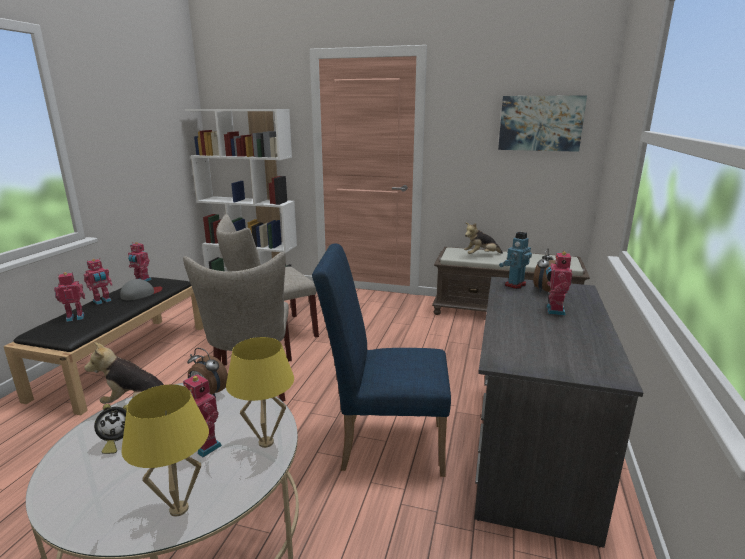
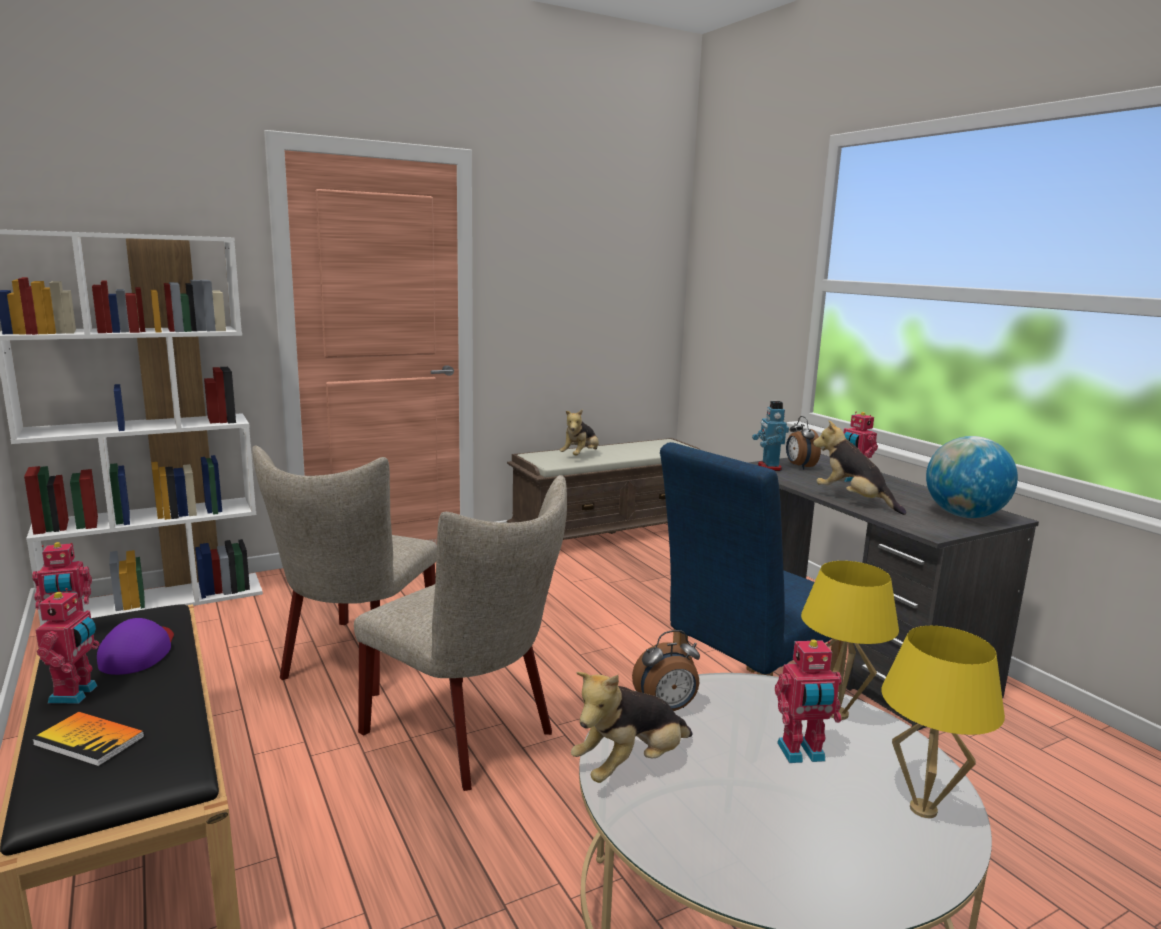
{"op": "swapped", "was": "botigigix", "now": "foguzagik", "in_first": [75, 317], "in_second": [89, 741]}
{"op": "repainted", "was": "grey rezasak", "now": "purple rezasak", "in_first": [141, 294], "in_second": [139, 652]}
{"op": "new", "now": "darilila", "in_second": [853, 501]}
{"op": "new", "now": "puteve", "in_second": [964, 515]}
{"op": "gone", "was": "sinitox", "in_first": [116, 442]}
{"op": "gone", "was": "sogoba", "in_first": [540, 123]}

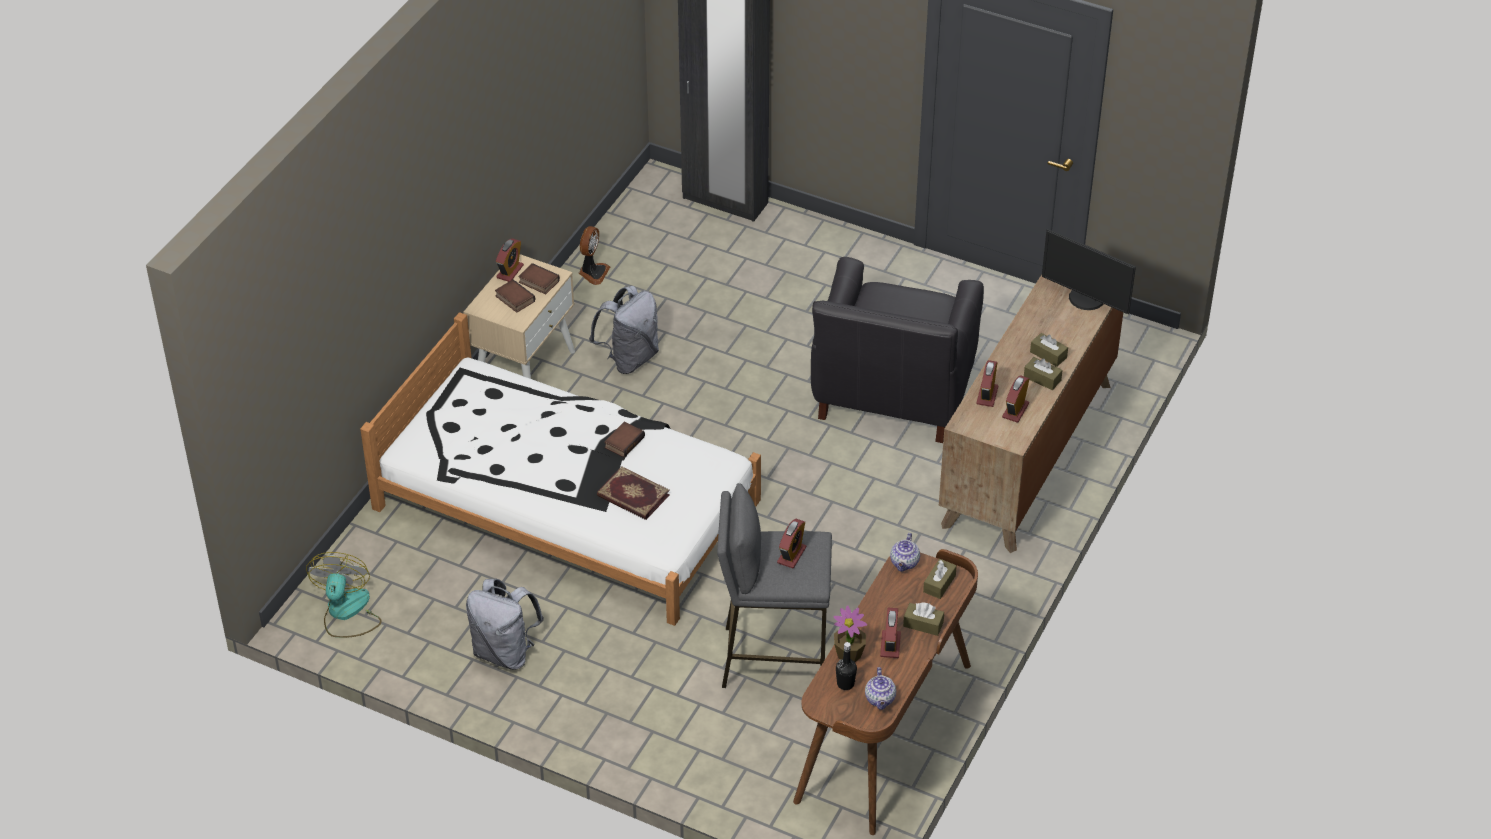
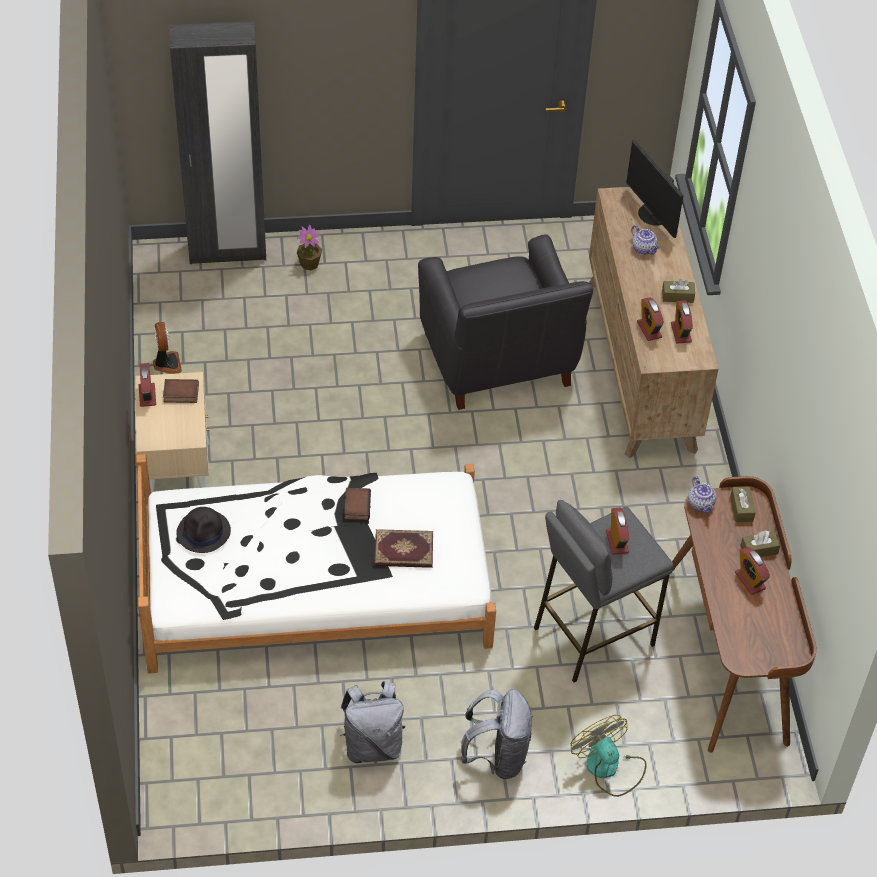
{"op": "new", "now": "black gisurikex", "in_second": [204, 532]}
{"op": "shifted", "was": "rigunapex", "in_first": [849, 654], "in_second": [309, 263]}
{"op": "shifted", "was": "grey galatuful", "in_first": [629, 358], "in_second": [497, 756]}
{"op": "shifted", "was": "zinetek", "in_first": [346, 613], "in_second": [608, 768]}
{"op": "rotated", "was": "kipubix", "in_first": [1086, 299], "in_second": [652, 214], "clockwise": 60}
{"op": "shifted", "was": "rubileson", "in_first": [880, 699], "in_second": [644, 249]}
{"op": "gone", "was": "foguzagik", "in_first": [514, 299]}
{"op": "gone", "was": "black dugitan", "in_first": [845, 684]}
{"op": "gone", "was": "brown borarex", "in_first": [1048, 355]}

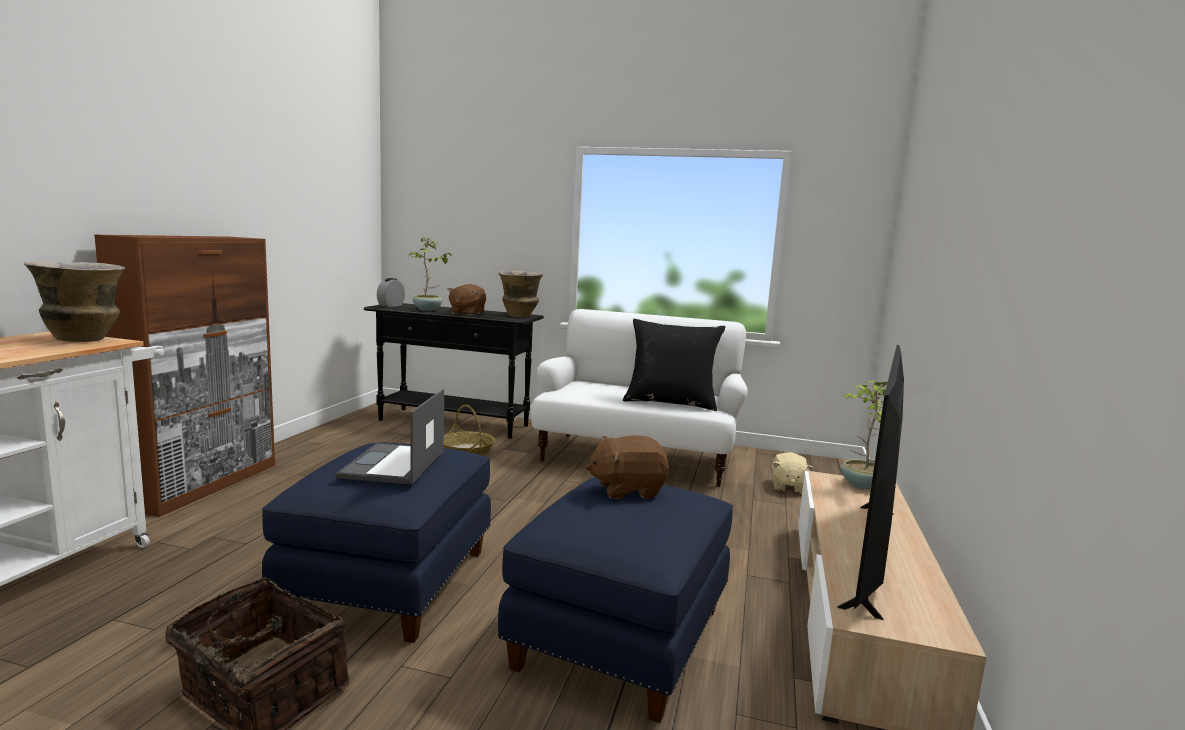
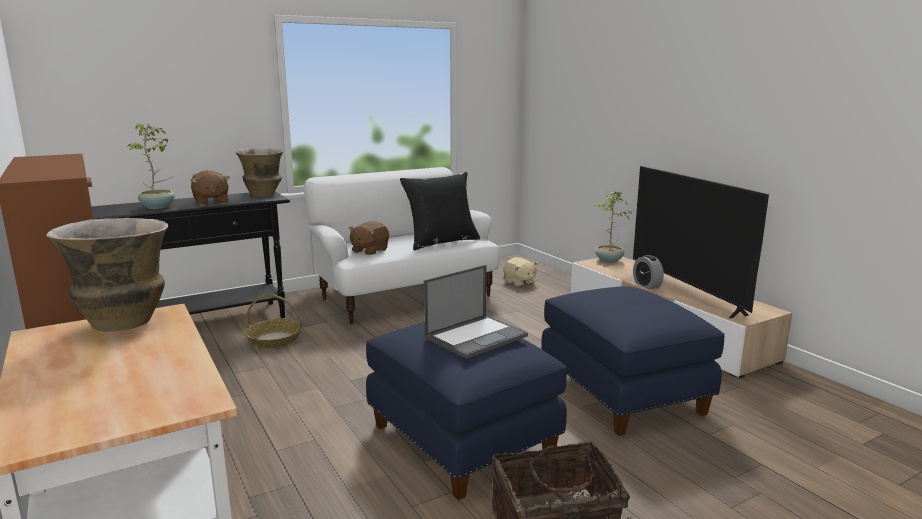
{"op": "shifted", "was": "brown darilila", "in_first": [627, 490], "in_second": [369, 251]}
{"op": "rotated", "was": "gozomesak", "in_first": [393, 465], "in_second": [476, 336], "clockwise": -90}
{"op": "shifted", "was": "sinitox", "in_first": [391, 305], "in_second": [646, 285]}

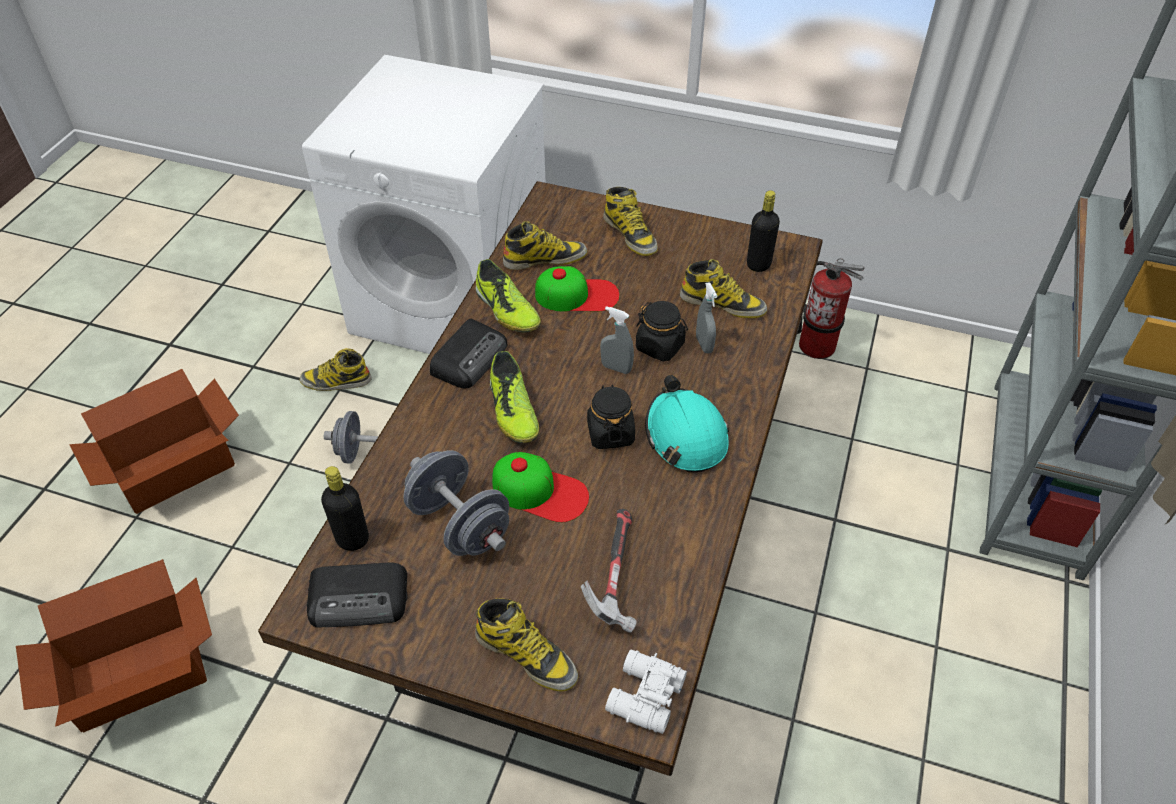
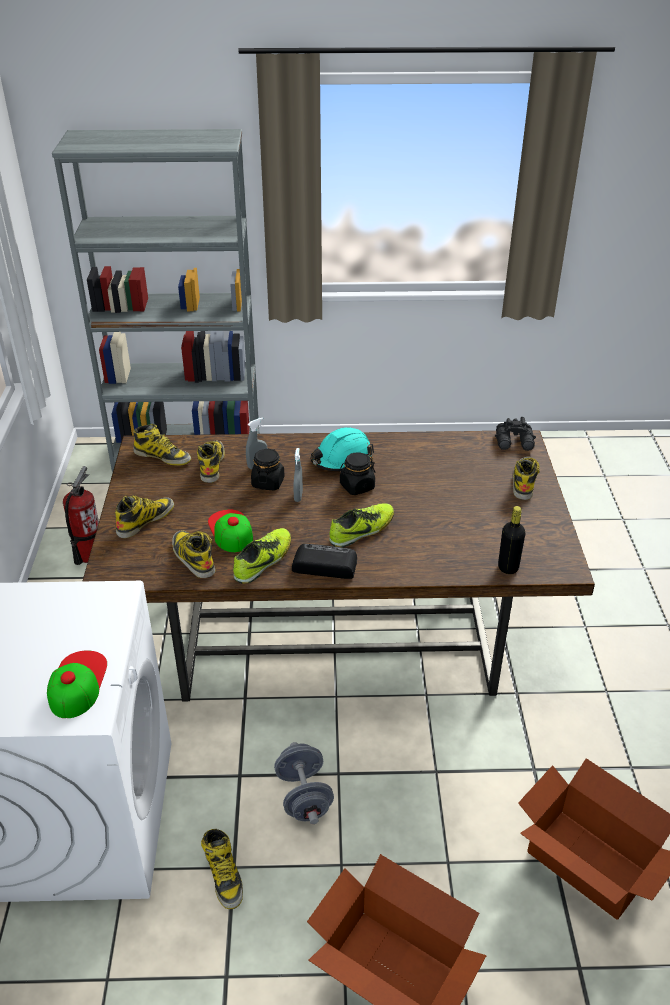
{"op": "shifted", "was": "rezasak", "in_first": [540, 491], "in_second": [77, 683]}
{"op": "swapped", "was": "black dugitan", "now": "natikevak", "in_first": [758, 264], "in_second": [163, 456]}
{"op": "repainted", "was": "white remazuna", "now": "black remazuna", "in_first": [643, 697], "in_second": [515, 442]}
{"op": "gone", "was": "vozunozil", "in_first": [360, 599]}
{"op": "gone", "was": "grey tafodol", "in_first": [460, 524]}
{"op": "gone", "was": "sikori", "in_first": [614, 578]}

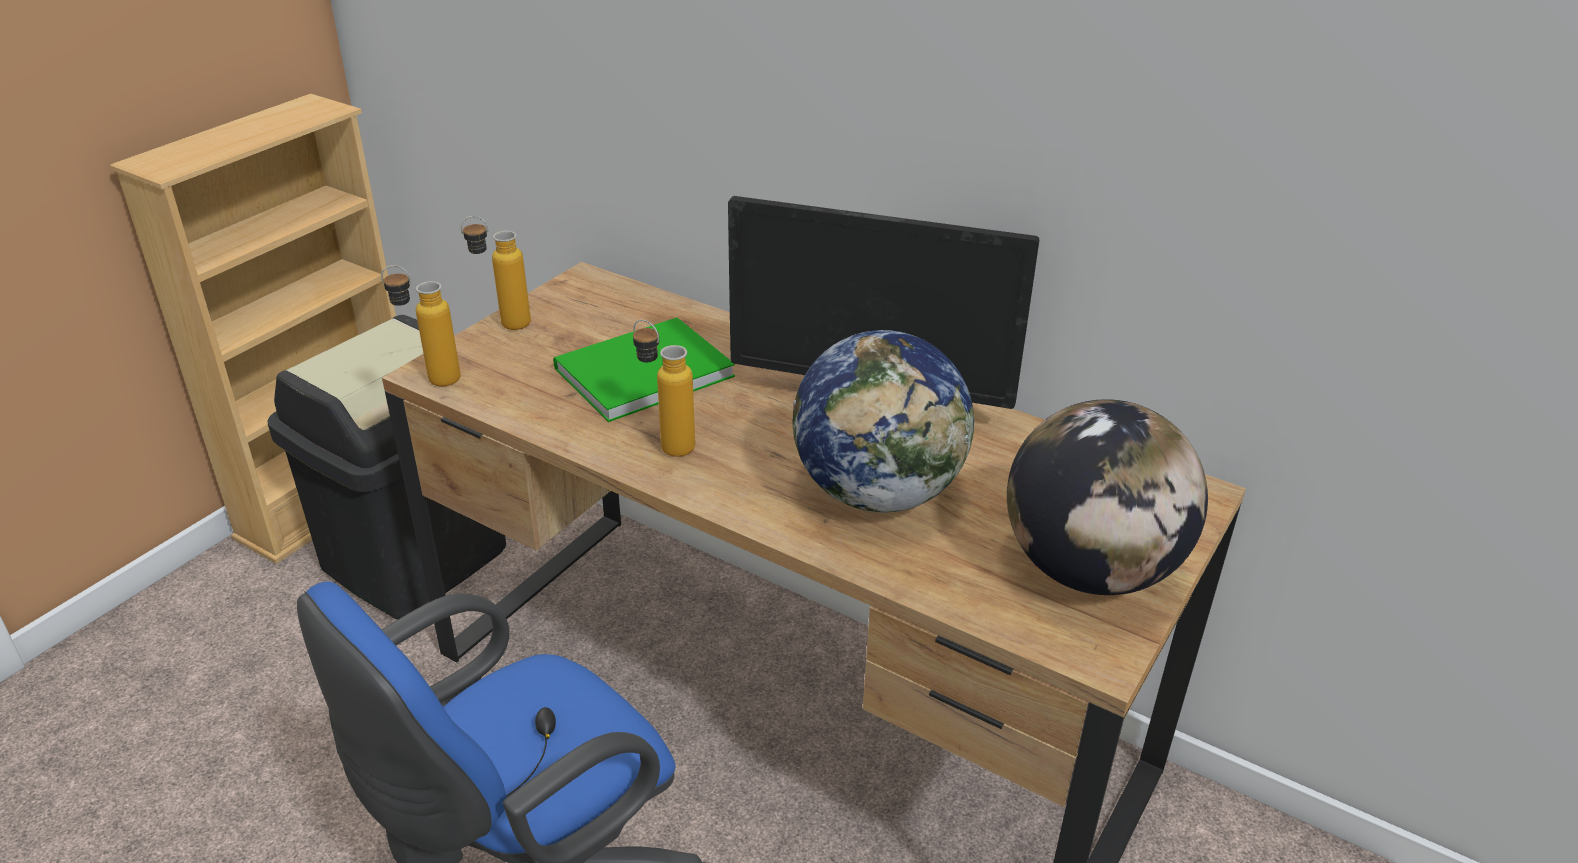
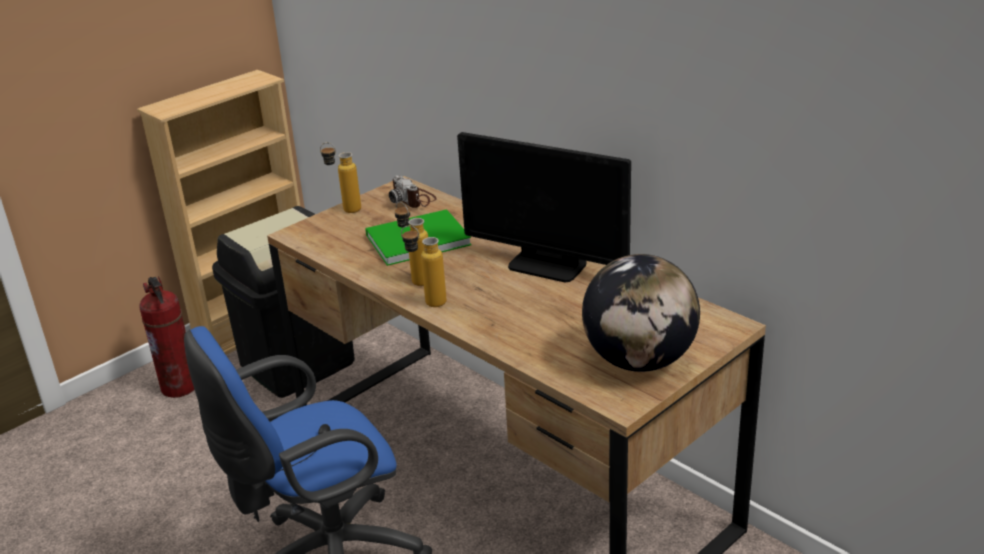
{"op": "new", "now": "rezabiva", "in_second": [180, 387]}
{"op": "new", "now": "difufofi", "in_second": [414, 199]}
{"op": "shifted", "was": "dugitan", "in_first": [431, 379], "in_second": [427, 302]}
{"op": "gone", "was": "puteve", "in_first": [879, 492]}

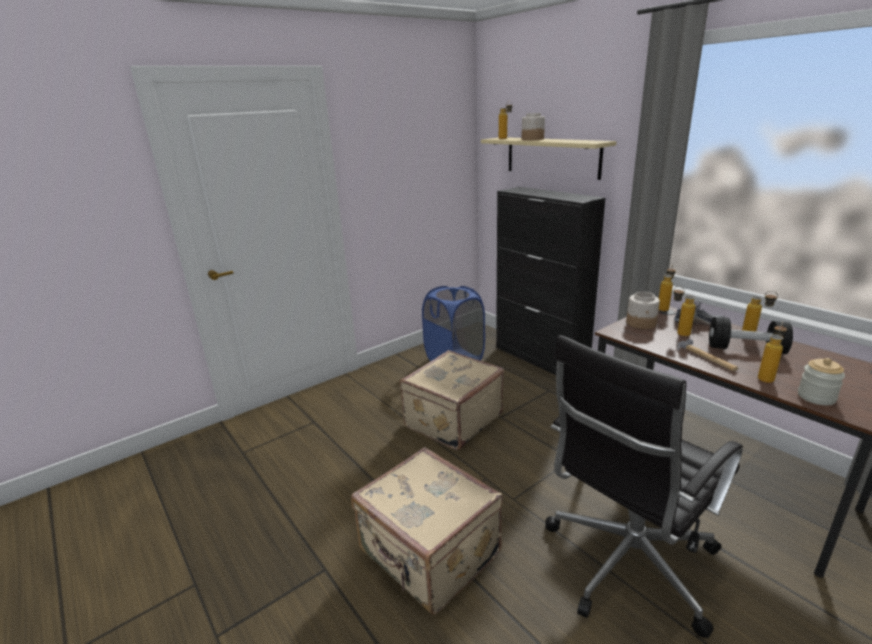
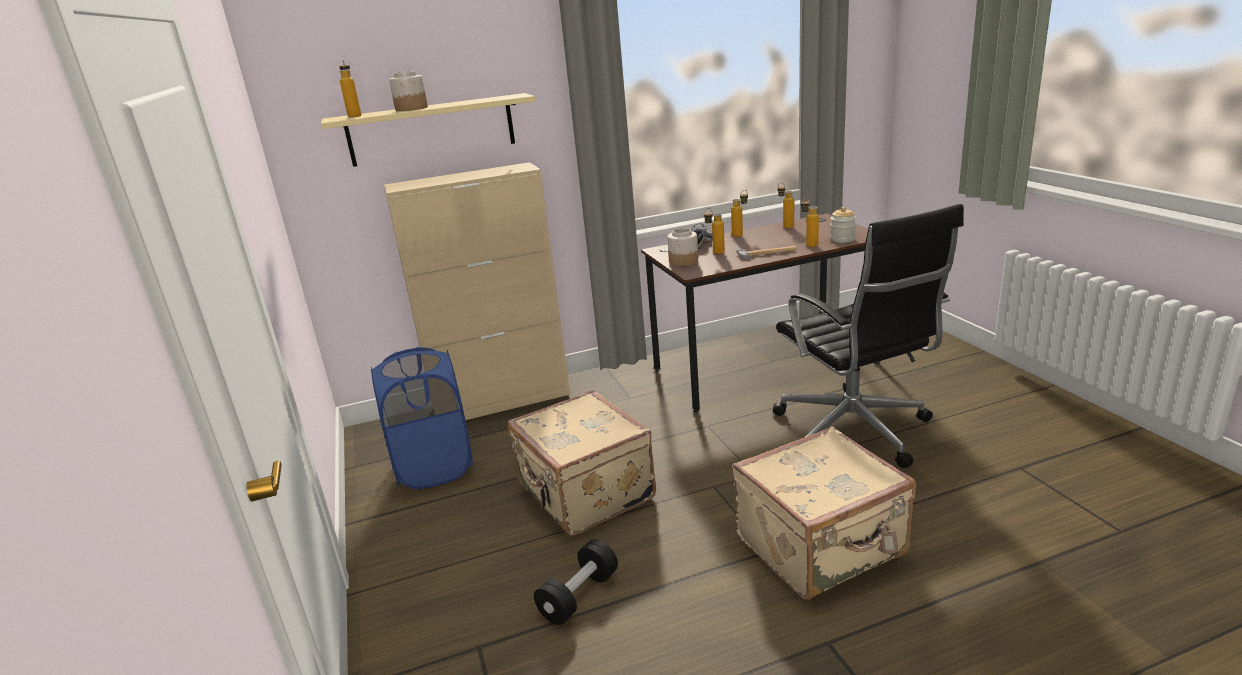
{"op": "repainted", "was": "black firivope", "now": "beige firivope", "in_first": [540, 358], "in_second": [502, 401]}
{"op": "shifted", "was": "black tafodol", "in_first": [745, 349], "in_second": [579, 596]}
{"op": "shifted", "was": "dugitan", "in_first": [664, 308], "in_second": [785, 226]}

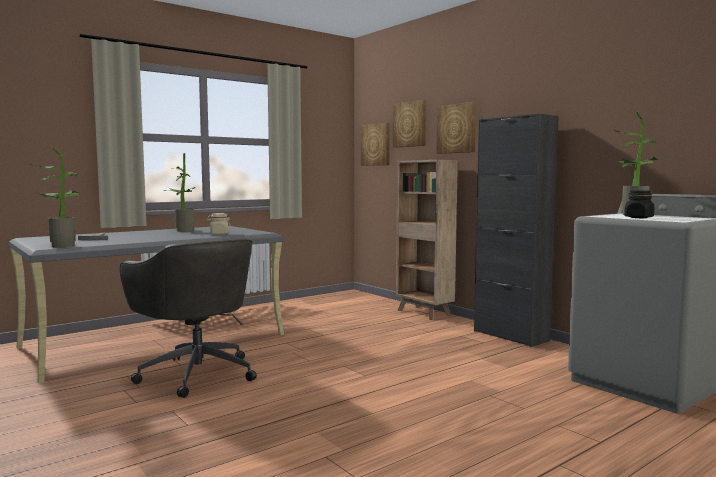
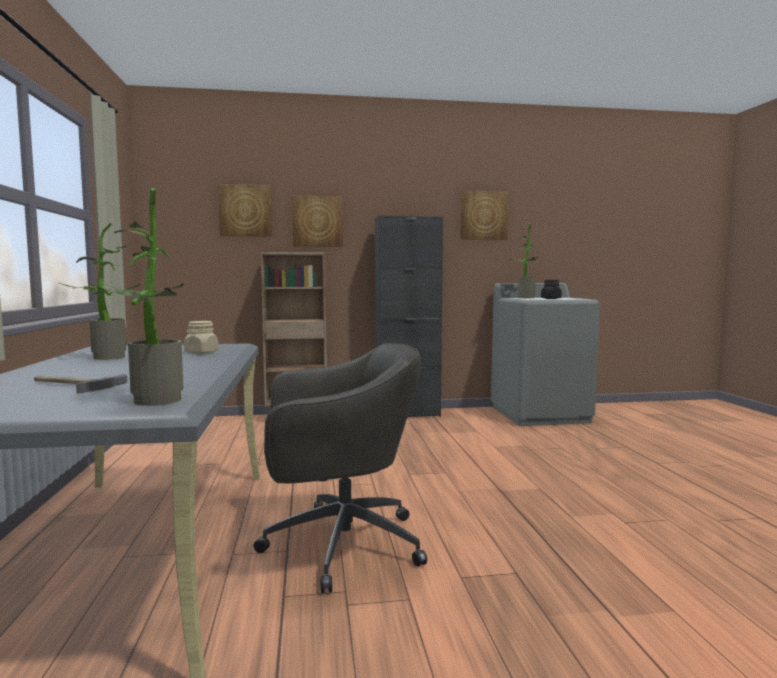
{"op": "shifted", "was": "sogoba", "in_first": [376, 145], "in_second": [483, 215]}

